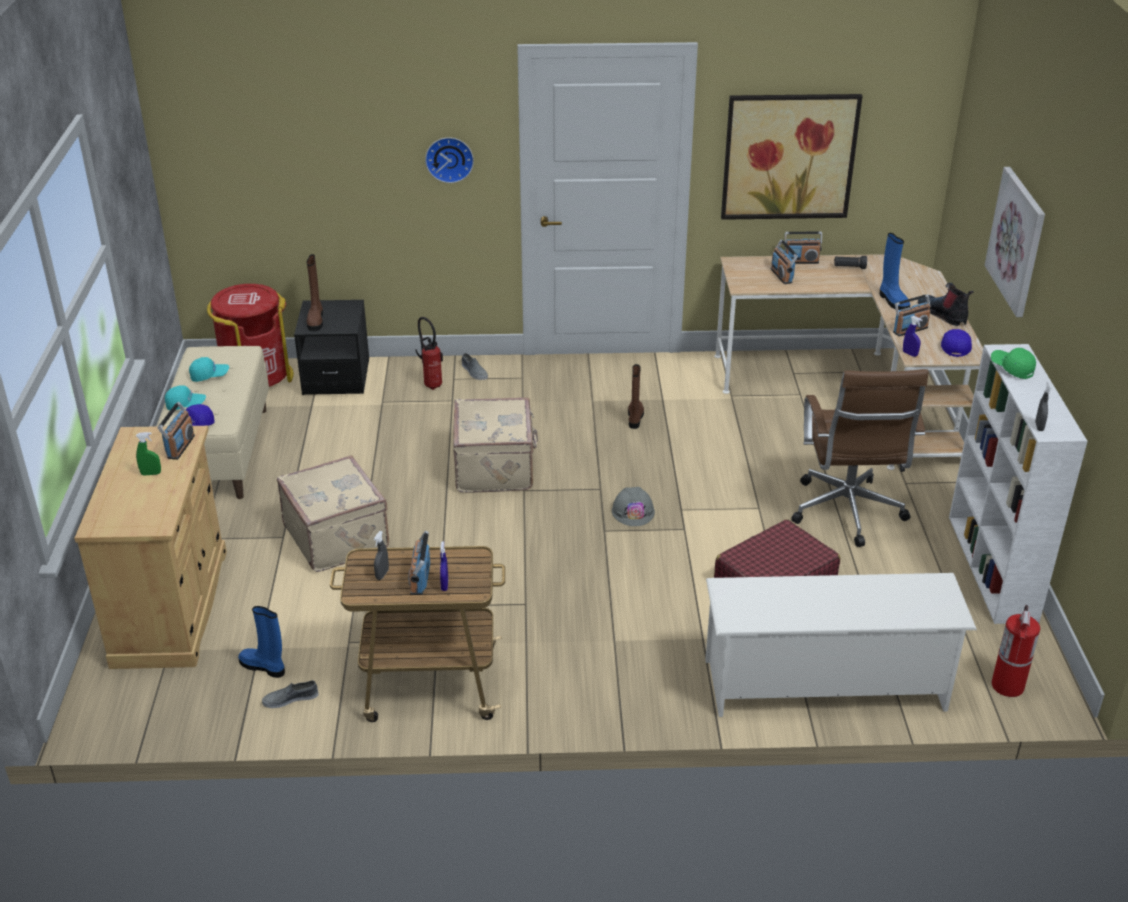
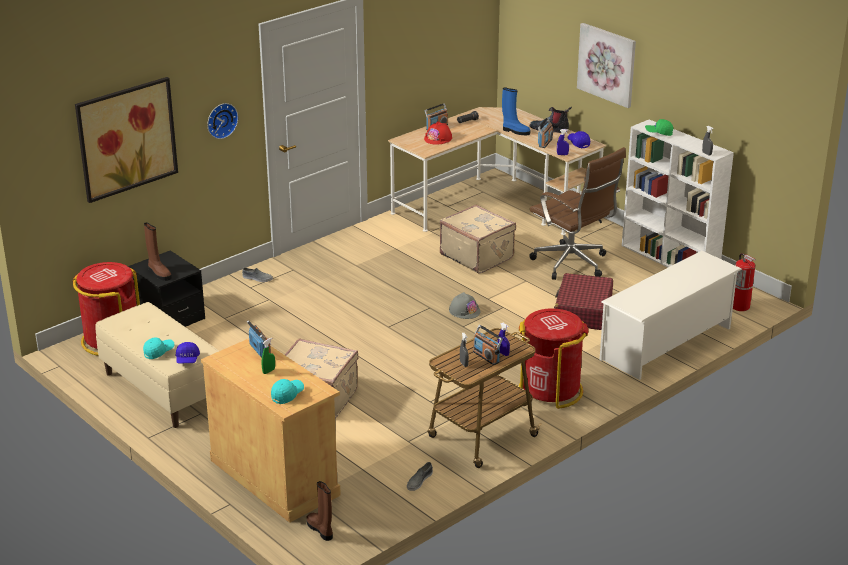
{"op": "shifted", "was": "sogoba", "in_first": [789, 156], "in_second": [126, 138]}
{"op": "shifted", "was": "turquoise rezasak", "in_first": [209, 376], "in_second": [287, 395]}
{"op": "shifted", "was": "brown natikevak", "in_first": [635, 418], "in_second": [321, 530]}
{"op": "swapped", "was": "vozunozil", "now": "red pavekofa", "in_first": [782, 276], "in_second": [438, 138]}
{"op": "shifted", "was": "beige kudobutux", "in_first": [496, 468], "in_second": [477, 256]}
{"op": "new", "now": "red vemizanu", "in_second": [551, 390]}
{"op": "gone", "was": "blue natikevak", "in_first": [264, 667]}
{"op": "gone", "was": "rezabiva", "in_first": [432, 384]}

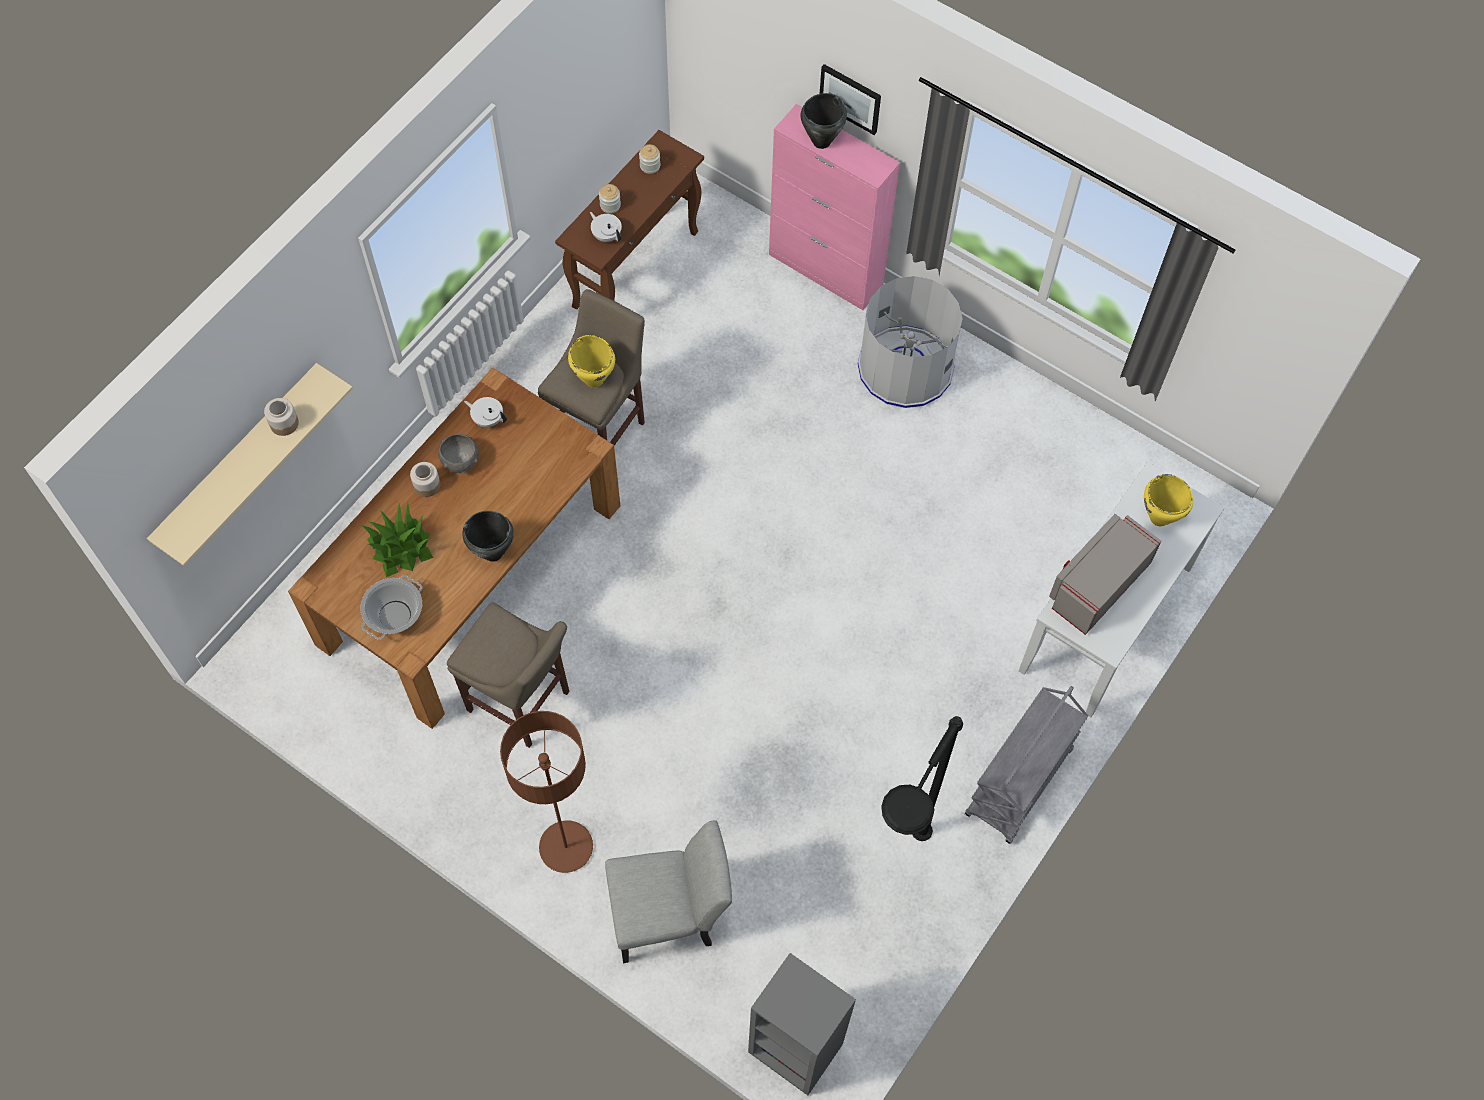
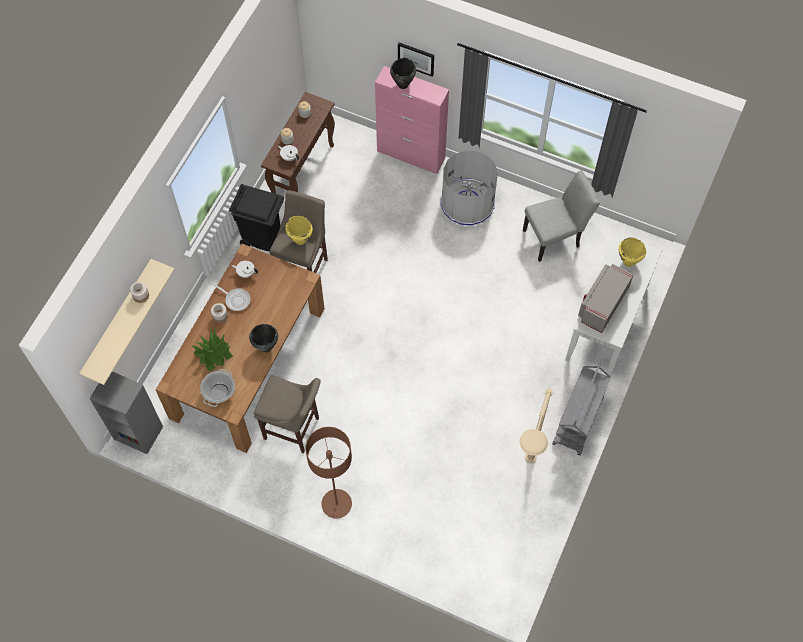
{"op": "shifted", "was": "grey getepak", "in_first": [794, 1048], "in_second": [137, 433]}
{"op": "swapped", "was": "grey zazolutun", "now": "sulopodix", "in_first": [460, 461], "in_second": [236, 299]}
{"op": "new", "now": "black vemizanu", "in_second": [262, 235]}
{"op": "repainted", "was": "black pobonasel", "now": "beige pobonasel", "in_first": [890, 887], "in_second": [520, 491]}
{"op": "shifted", "was": "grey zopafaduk", "in_first": [671, 915], "in_second": [555, 237]}

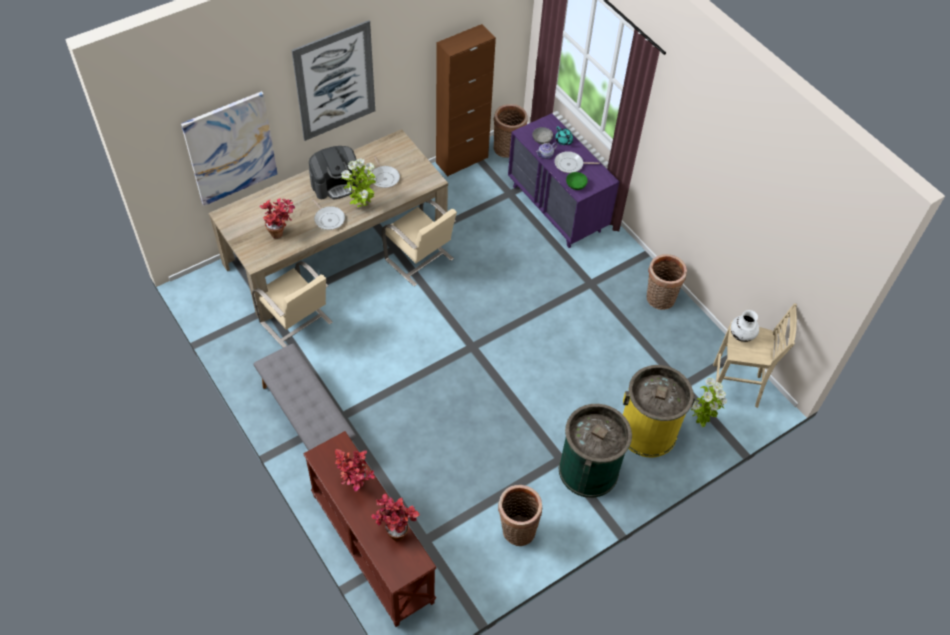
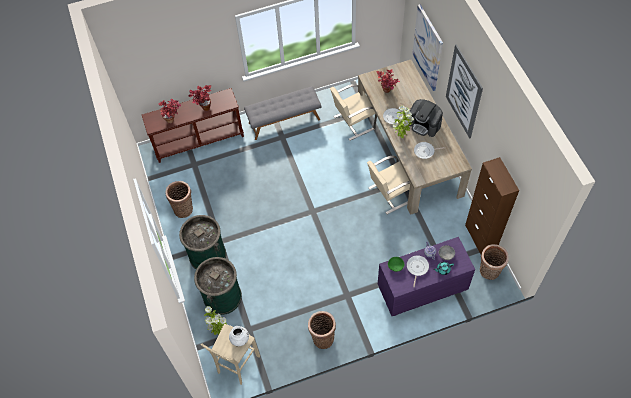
{"op": "repainted", "was": "yellow vemizanu", "now": "green vemizanu", "in_first": [647, 431], "in_second": [222, 296]}
{"op": "rotated", "was": "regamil", "in_first": [336, 183], "in_second": [424, 124], "clockwise": -45}

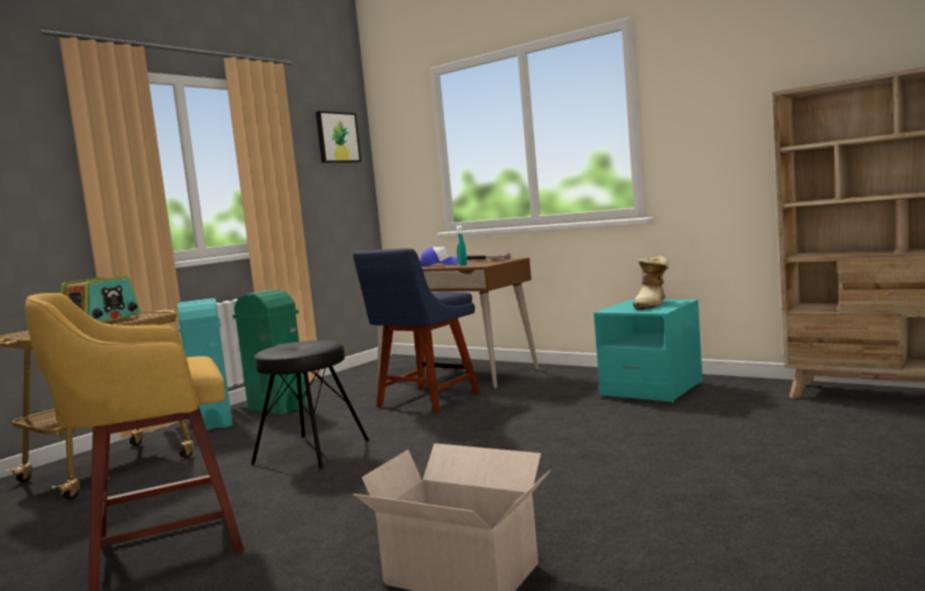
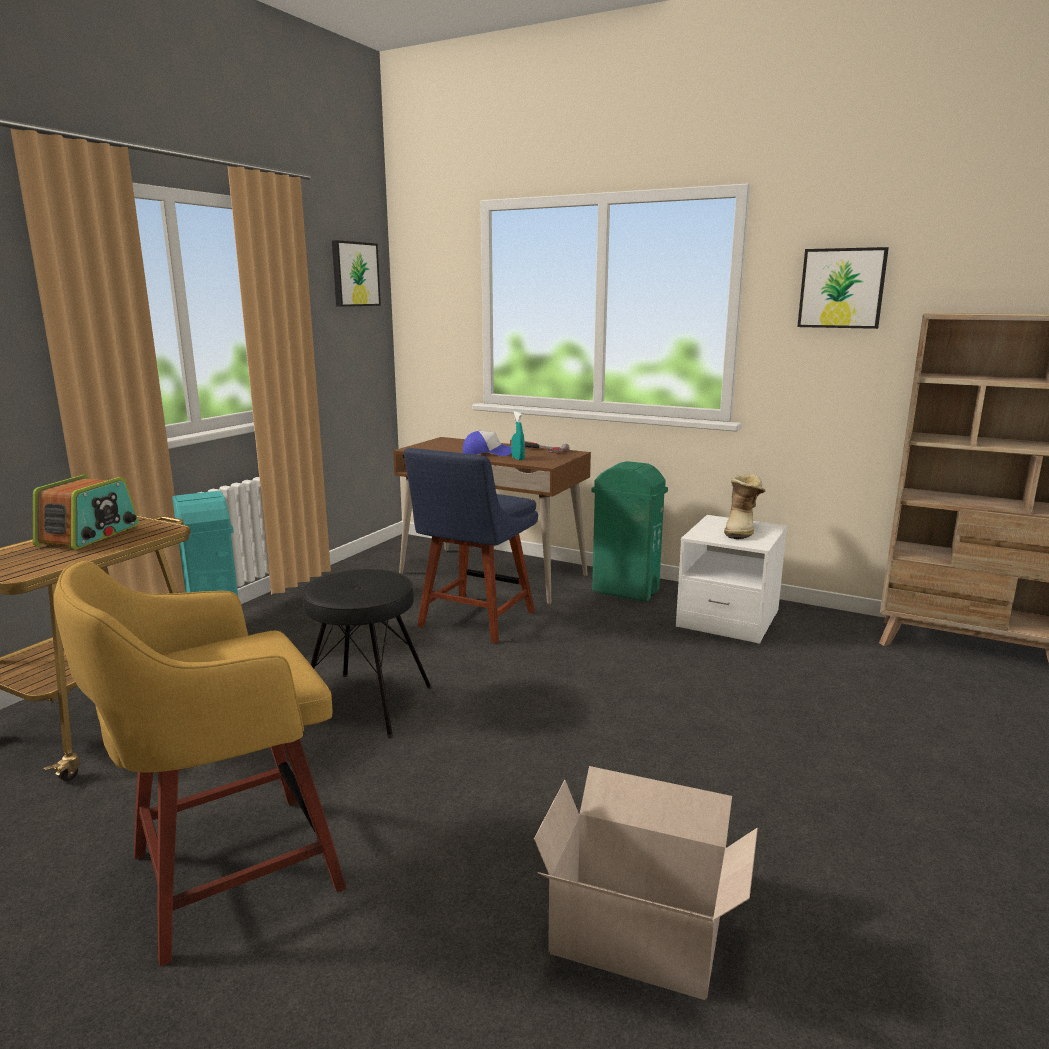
{"op": "shifted", "was": "green vemizanu", "in_first": [277, 408], "in_second": [624, 591]}
{"op": "repainted", "was": "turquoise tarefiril", "now": "white tarefiril", "in_first": [652, 389], "in_second": [728, 619]}
{"op": "new", "now": "sogoba", "in_second": [842, 288]}

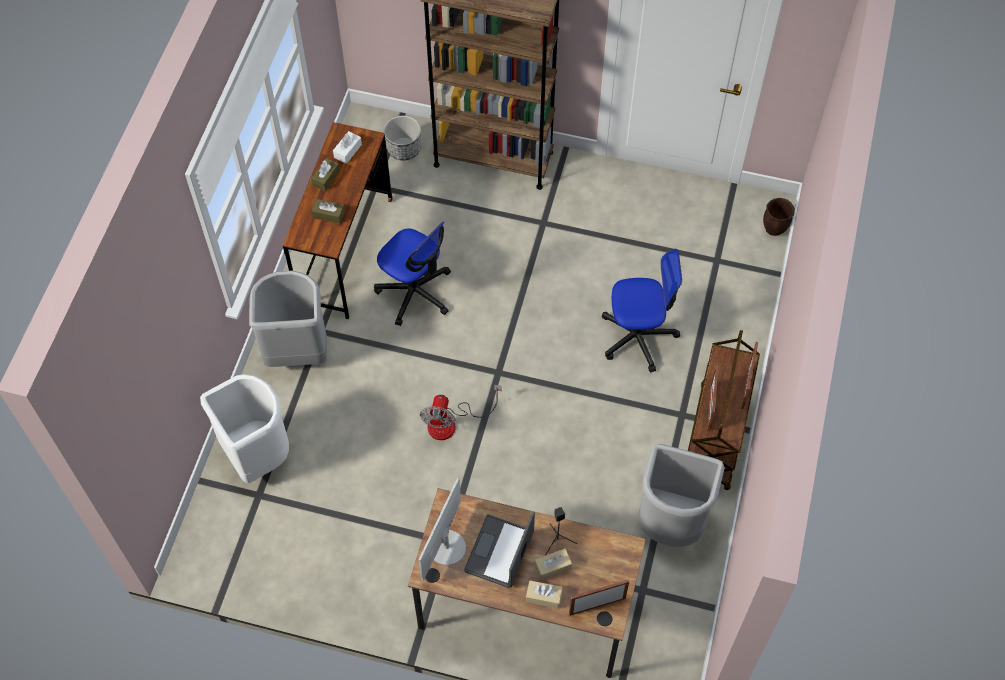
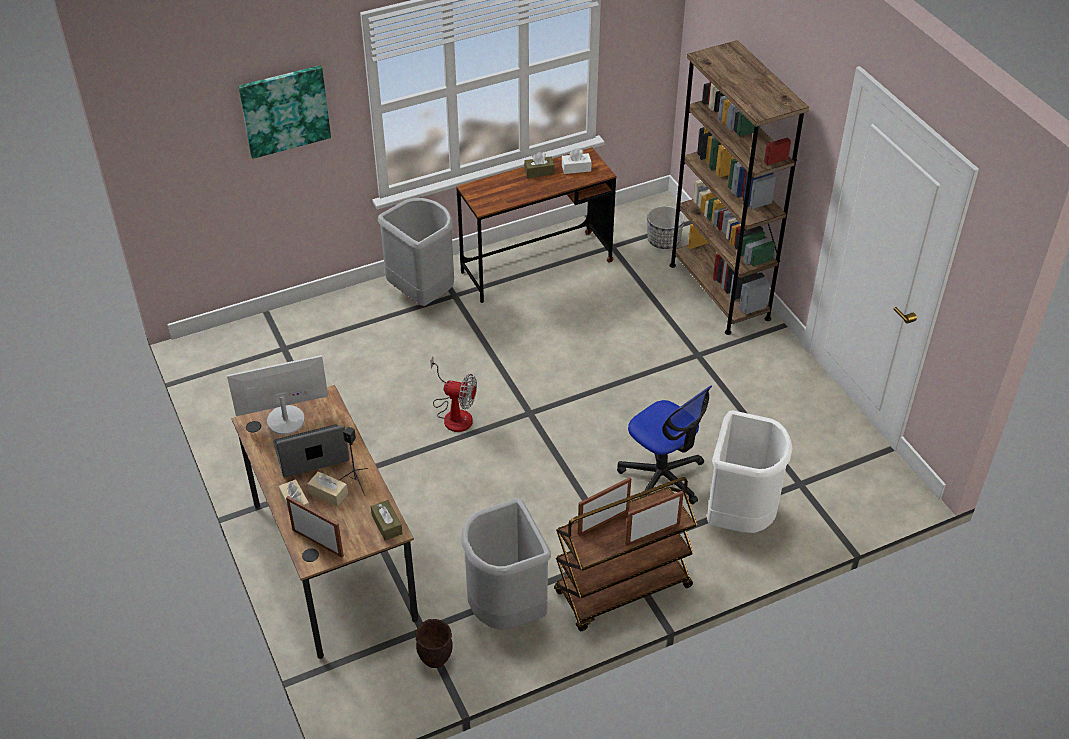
{"op": "new", "now": "sogoba", "in_second": [284, 110]}
{"op": "shifted", "was": "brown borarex", "in_first": [329, 215], "in_second": [387, 525]}
{"op": "shifted", "was": "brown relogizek", "in_first": [774, 229], "in_second": [435, 660]}
{"op": "rotated", "was": "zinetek", "in_first": [451, 423], "in_second": [454, 413], "clockwise": -135}
{"op": "shifted", "was": "white vemizanu", "in_first": [258, 455], "in_second": [739, 518]}
{"op": "gone", "was": "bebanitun", "in_first": [415, 292]}

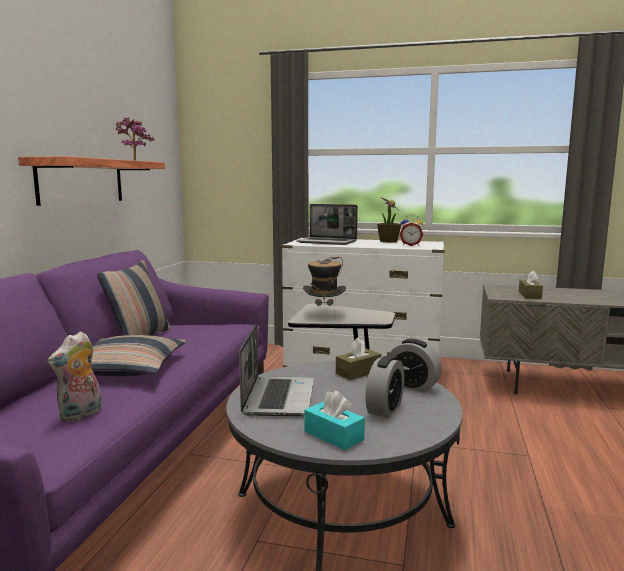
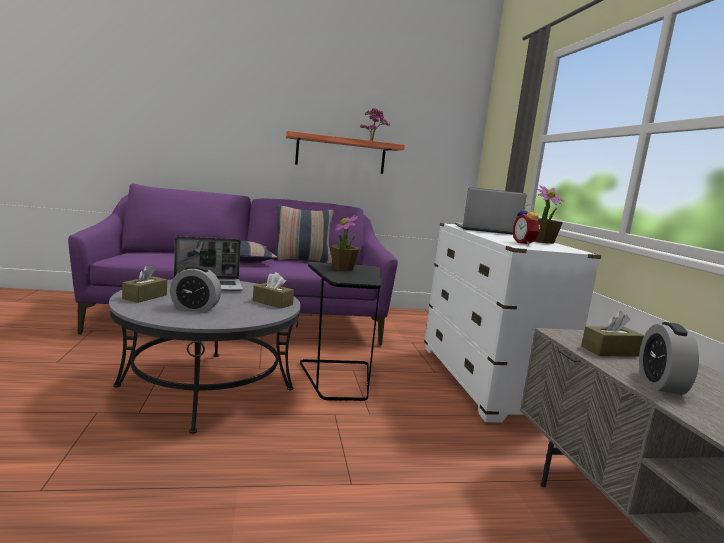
{"op": "repainted", "was": "turquoise borarex", "now": "brown borarex", "in_first": [333, 435], "in_second": [145, 297]}
{"op": "swapped", "was": "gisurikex", "now": "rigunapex", "in_first": [324, 314], "in_second": [342, 268]}
{"op": "rotated", "was": "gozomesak", "in_first": [328, 242], "in_second": [485, 230], "clockwise": 90}
{"op": "shifted", "was": "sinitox", "in_first": [412, 386], "in_second": [660, 384]}
{"op": "gone", "was": "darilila", "in_first": [81, 414]}

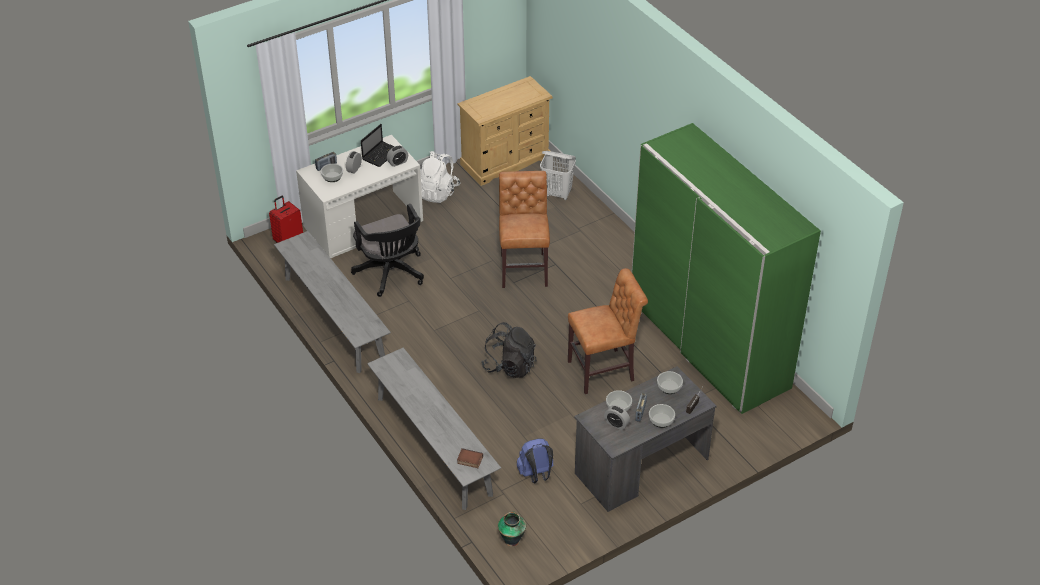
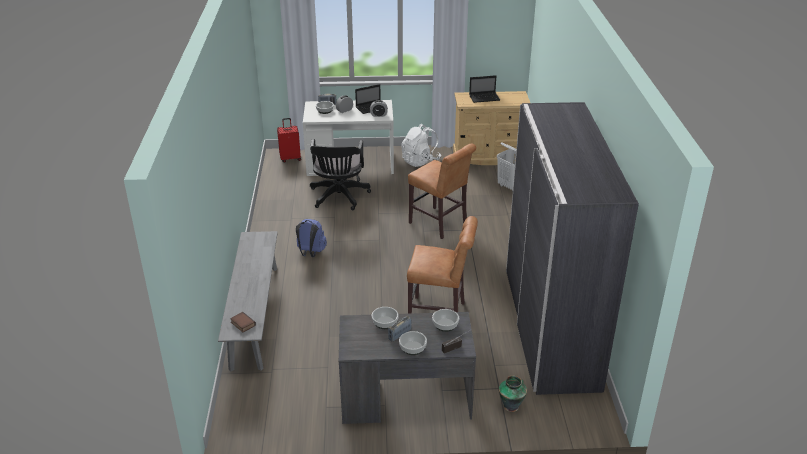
{"op": "shifted", "was": "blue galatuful", "in_first": [536, 475], "in_second": [311, 253]}
{"op": "rotated", "was": "brown zopafaduk", "in_first": [524, 268], "in_second": [440, 224], "clockwise": 105}
{"op": "new", "now": "gozomesak", "in_second": [485, 98]}
{"op": "shifted", "was": "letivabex", "in_first": [512, 539], "in_second": [511, 406]}
{"op": "repainted", "was": "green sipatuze", "now": "grey sipatuze", "in_first": [708, 344], "in_second": [550, 327]}
{"op": "gone", "was": "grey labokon", "in_first": [334, 318]}
{"op": "gone", "was": "black galatuful", "in_first": [509, 366]}
{"op": "gone", "was": "sinitox", "in_first": [616, 424]}

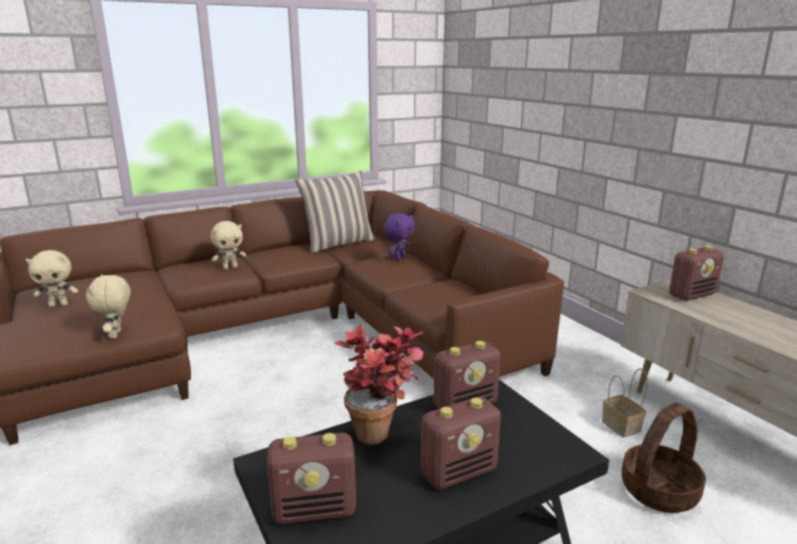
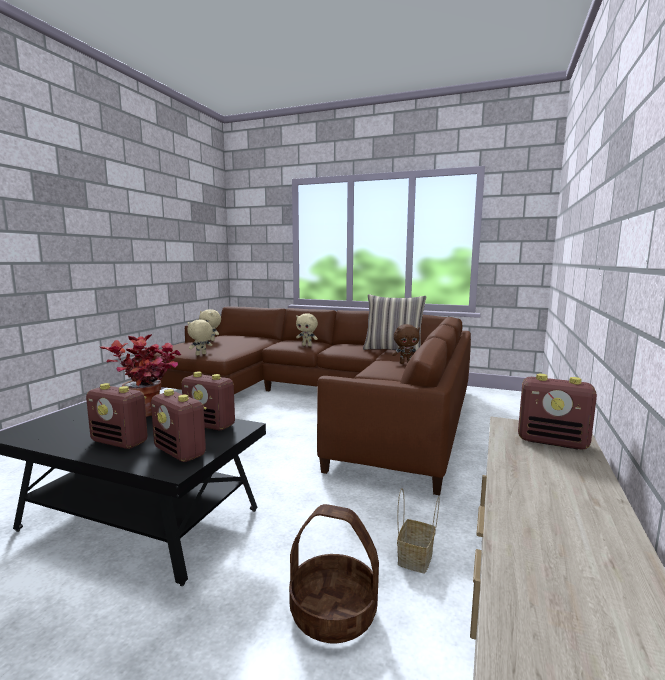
{"op": "shifted", "was": "vozunozil", "in_first": [315, 510], "in_second": [180, 452]}
{"op": "repainted", "was": "purple darilila", "now": "brown darilila", "in_first": [399, 258], "in_second": [405, 363]}

